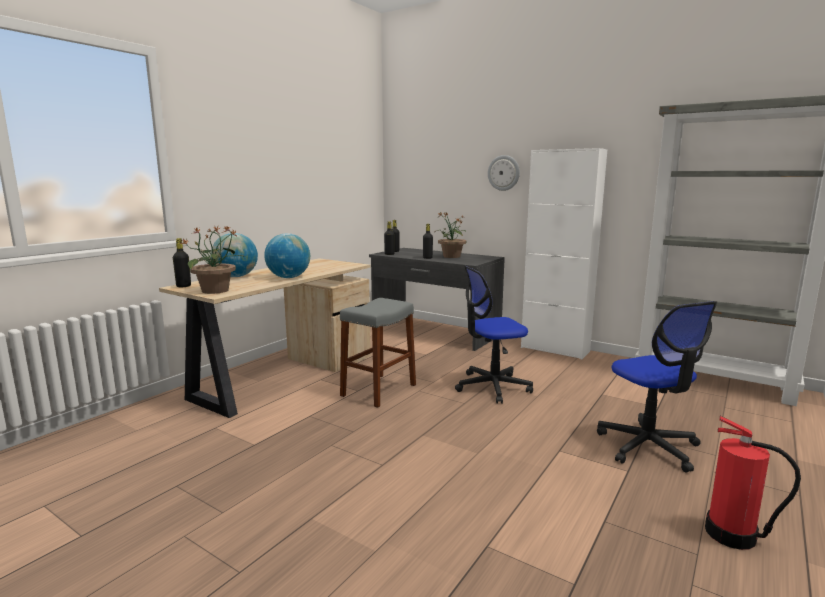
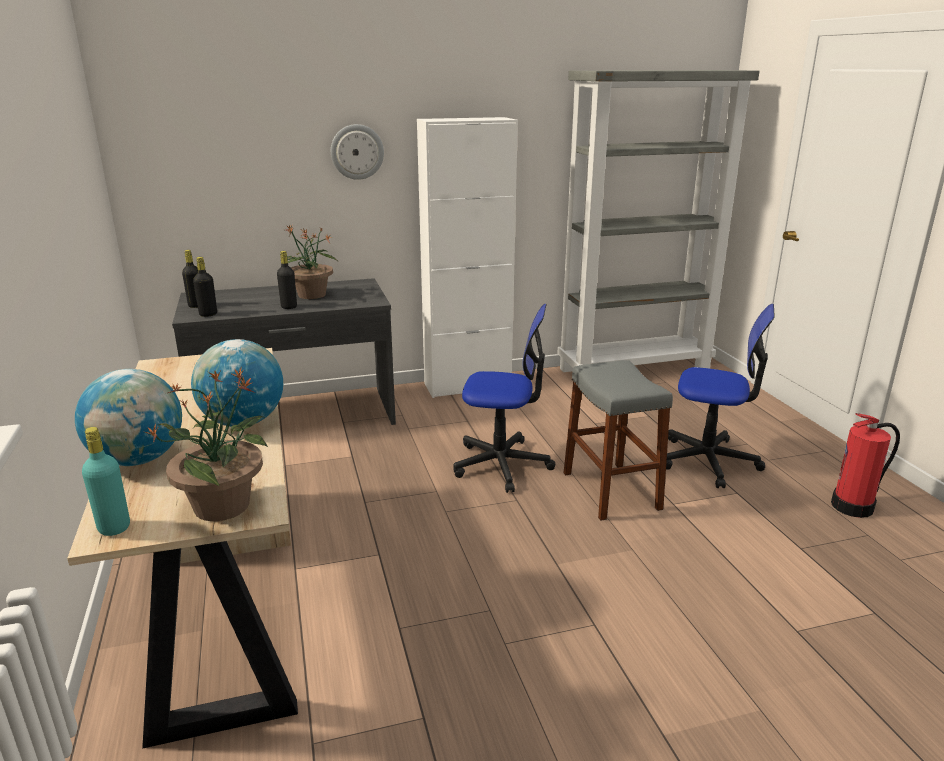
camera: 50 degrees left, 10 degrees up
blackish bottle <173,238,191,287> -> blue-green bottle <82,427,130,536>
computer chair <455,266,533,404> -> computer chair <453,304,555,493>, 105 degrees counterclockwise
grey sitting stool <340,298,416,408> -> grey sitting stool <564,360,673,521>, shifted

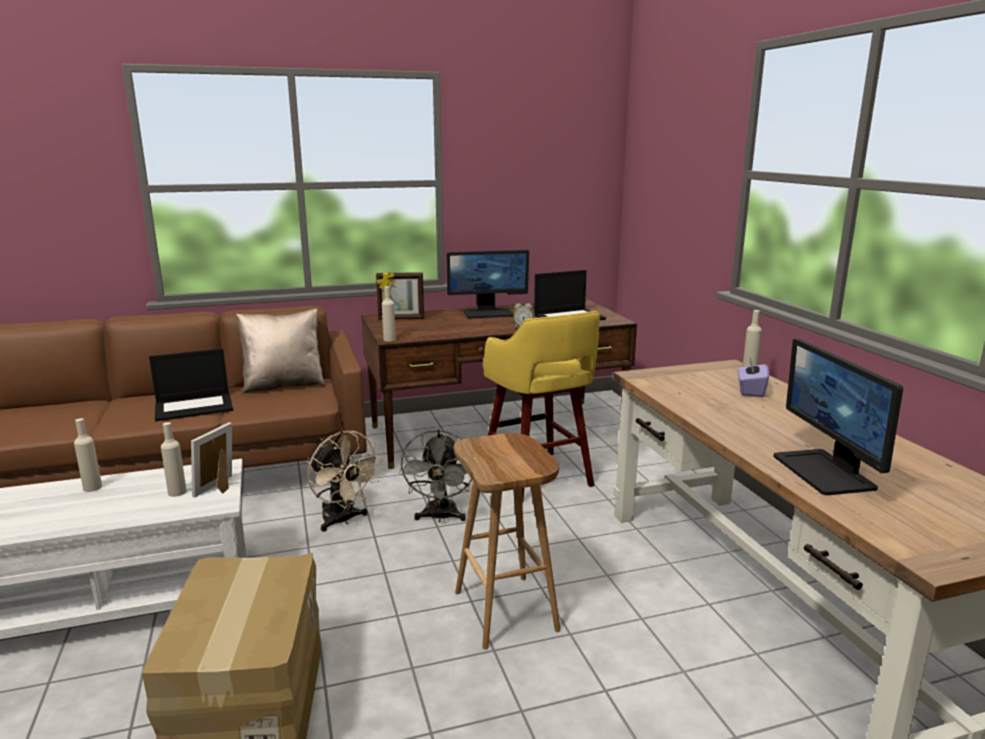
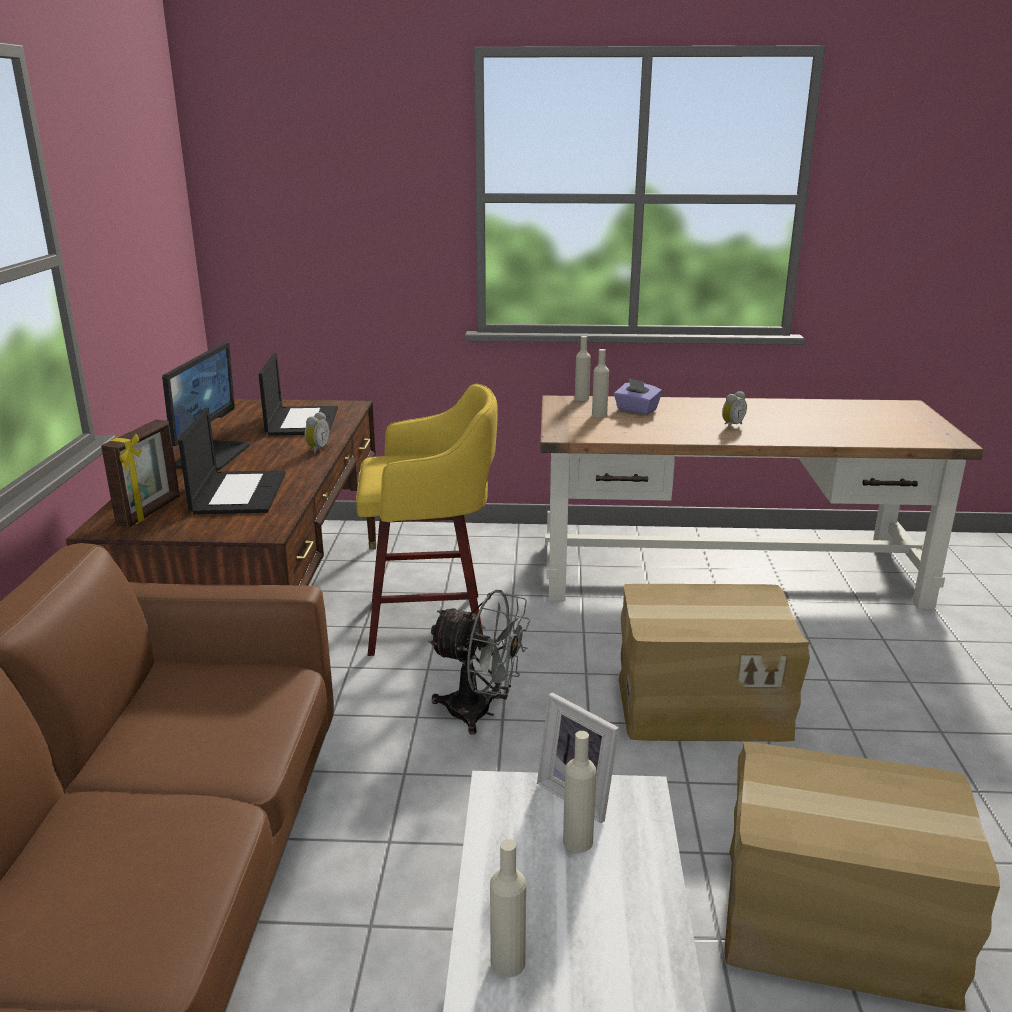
camera: 70 degrees left, 5 degrees up
beige-coloured bottle <382,286,396,342> -> beige-coloured bottle <592,349,609,418>, shifted
beige-coloured pillow <236,309,325,394> -> none
computer screen <773,338,903,495> -> none
notebook computer <149,348,233,421> -> notebook computer <178,408,286,514>, shifted
beige-coloured electric fan <308,431,383,532> -> none
brown sitting stool <454,433,561,650> -> cardboard box <619,584,810,742>
none -> bedside clock <722,391,747,429>

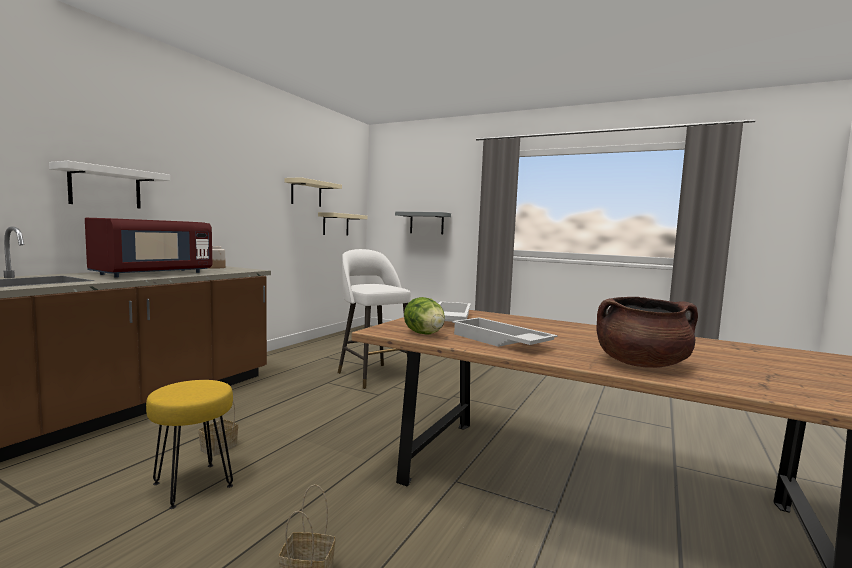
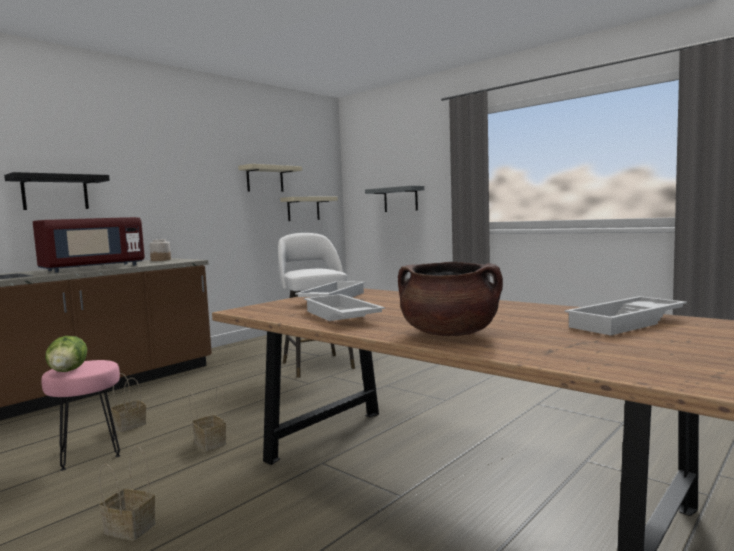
camera: 15 degrees right, 0 degrees up
white-coloured bracket shelf <49,161,170,208> -> blackish bracket shelf <4,172,110,210>
head of lettuce <404,297,445,335> -> head of lettuce <45,336,87,372>, shifted
yellow-coloured sitting stool <146,380,233,509> -> pinkish sitting stool <41,360,121,471>
none -> white-coloured serving tray <565,296,687,335>
none -> household basket <189,385,226,451>

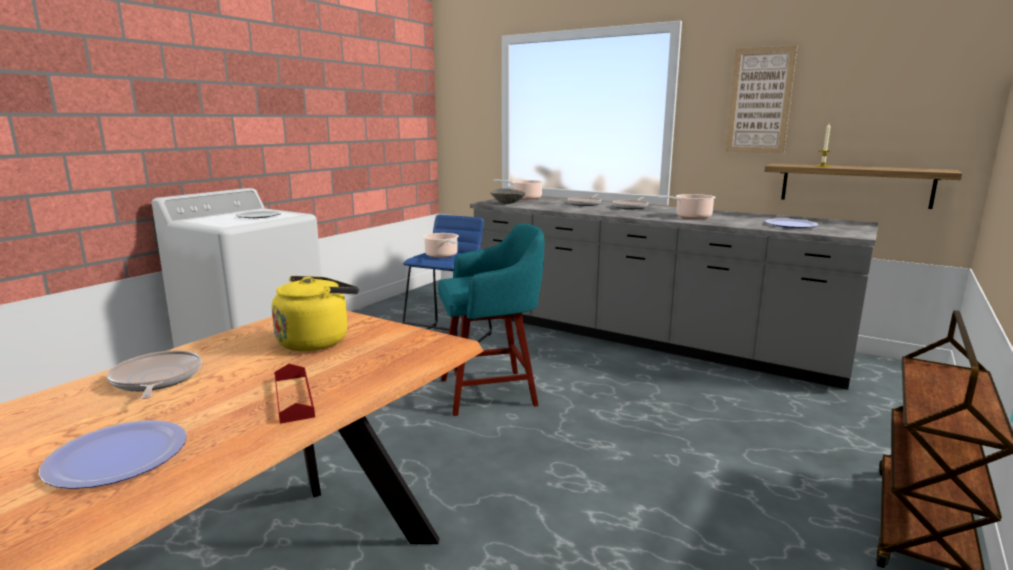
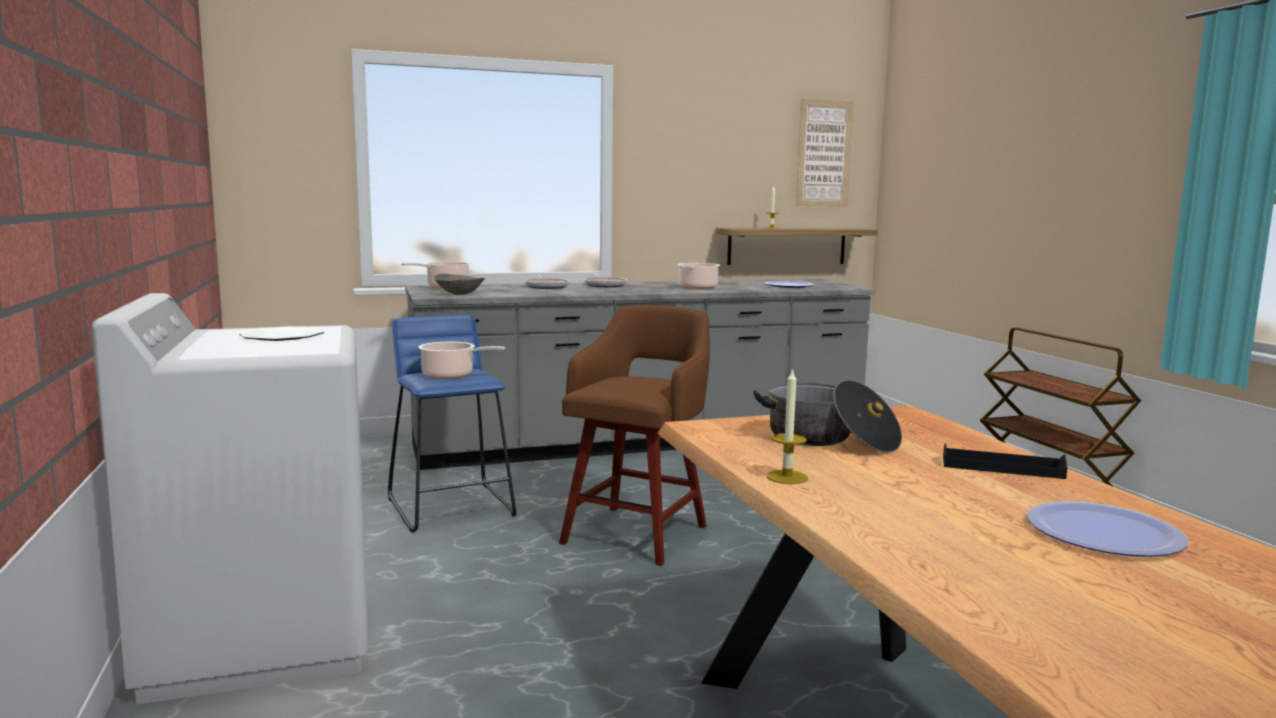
camera: 50 degrees left, 5 degrees down
picture <725,45,798,154> -> picture <796,98,854,207>, shifted
blue-green sitting stool <438,224,544,416> -> brown sitting stool <559,305,710,566>
yellow-coloured tea kettle <272,276,359,351> -> saucepot <753,380,902,453>
skillet <107,350,202,399> -> none
red serving tray <274,364,315,424> -> blackish serving tray <943,443,1068,479>
none -> candle <766,368,808,484>

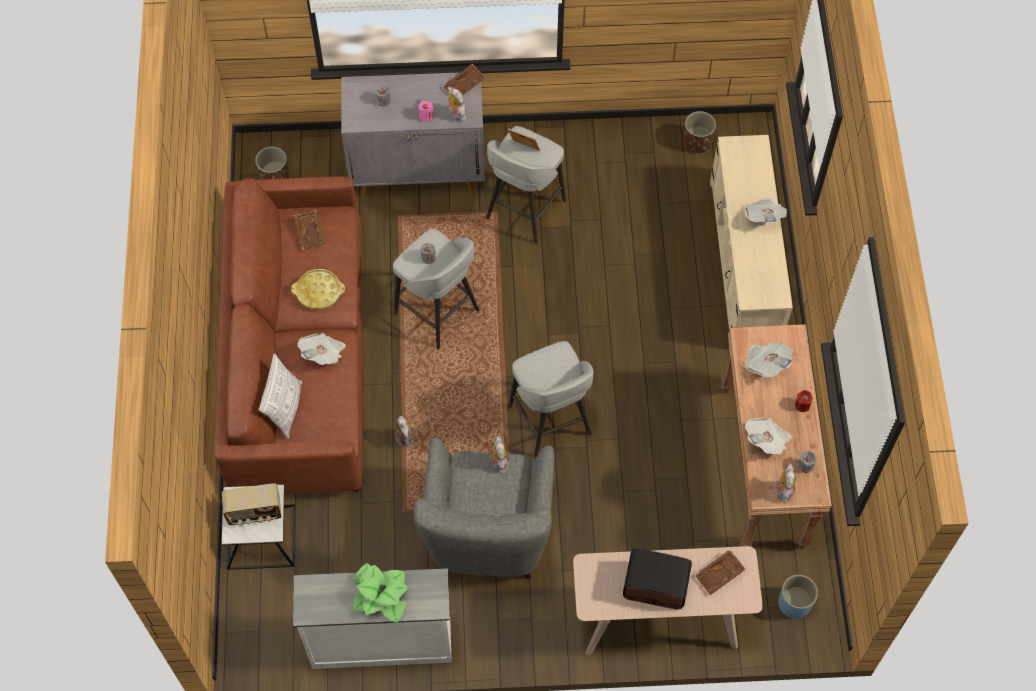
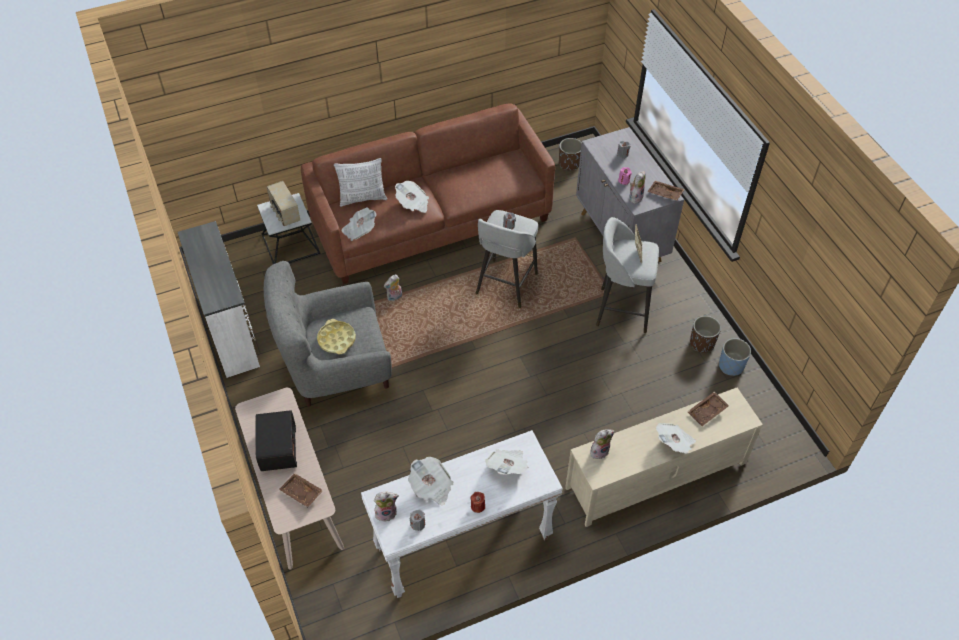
camera: 70 degrees right, 10 degrees down
brown plant pot <683,111,716,153> -> brown plant pot <690,316,721,353>, shifted
brown serving tray <294,210,325,250> -> brown serving tray <688,392,729,426>, shifted
yellow-coloured serving tray <291,269,345,309> -> yellow-coloured serving tray <317,319,356,355>, shifted
brown console table <721,324,832,548> -> white-coloured console table <361,430,563,598>
grey sitting stool <508,341,593,458> -> none
plush toy <489,435,510,474> -> plush toy <590,430,614,459>, shifted
plant in a pot <353,563,408,623> -> none
blue plant pot <779,575,818,619> -> blue plant pot <719,338,751,376>, shifted
none -> newspaper <342,207,377,241>

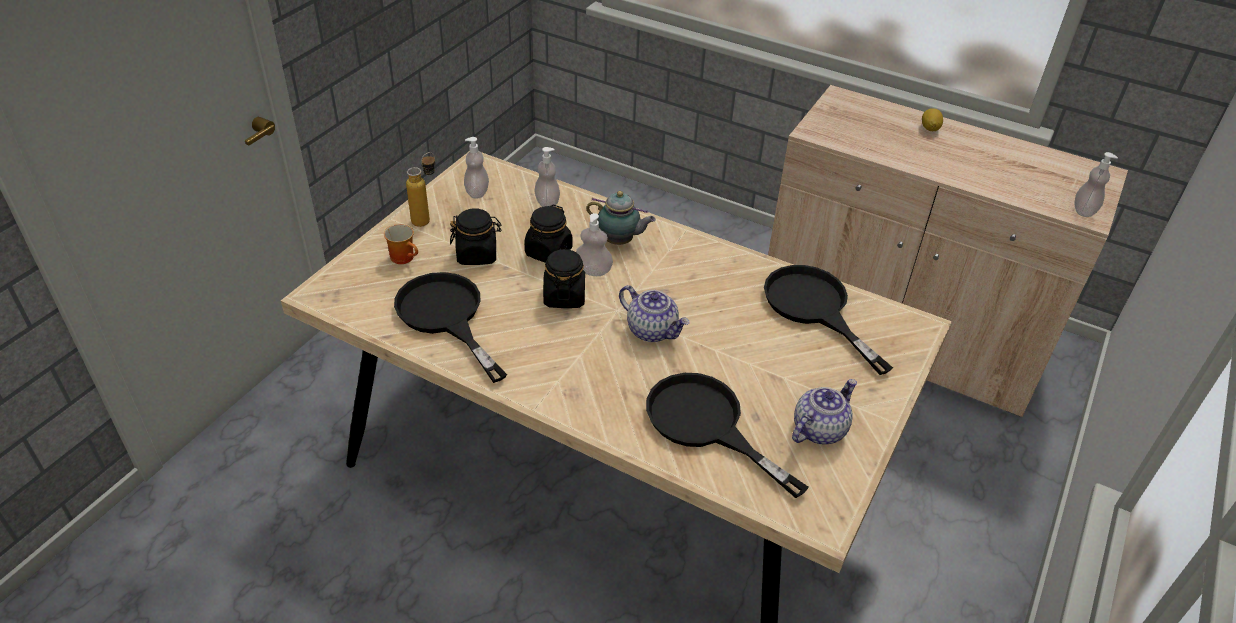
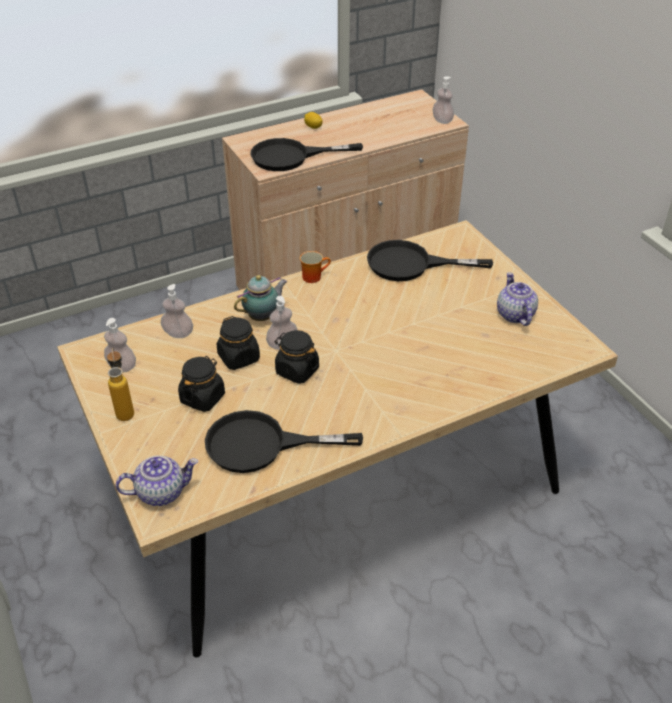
camera: 55 degrees left, 0 degrees up
tea mug <384,224,418,264> -> tea mug <300,251,331,283>, shifted
tea pot <619,285,689,342> -> tea pot <116,455,198,506>, shifted
blackish skillet <646,373,809,498> -> blackish skillet <250,138,363,171>, shifted

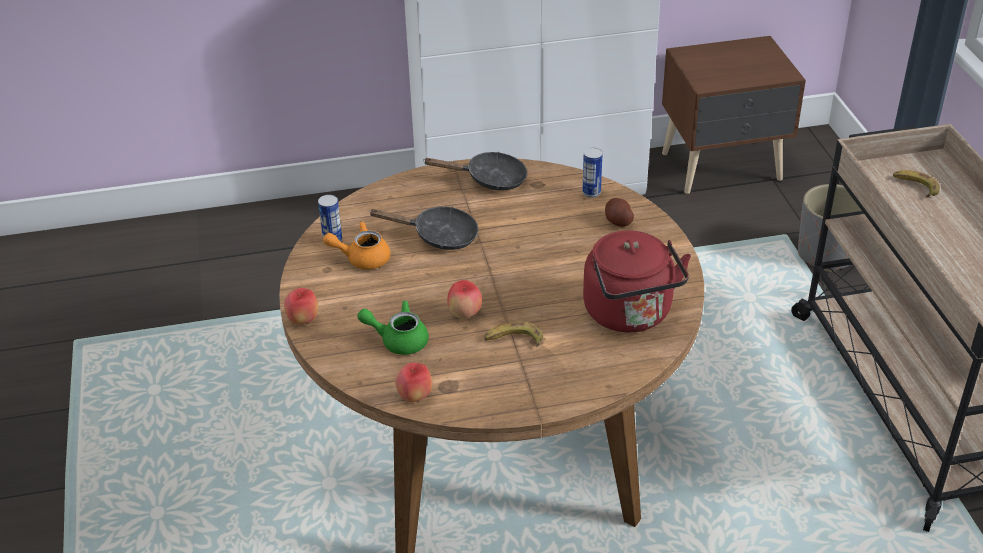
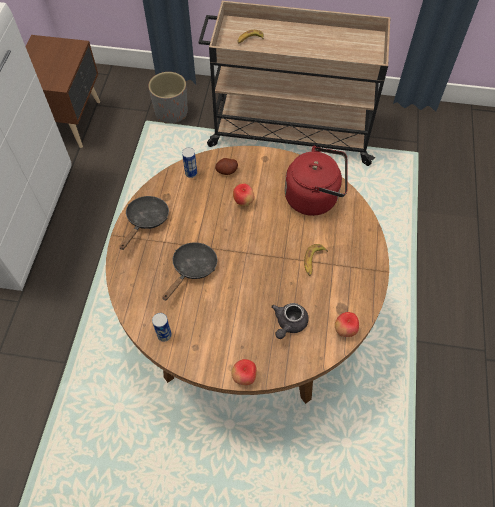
camera: 70 degrees left, 20 degrees up
orange-coloured tea pot <323,221,391,269> -> none
apple fruit <447,280,482,319> -> apple fruit <233,184,254,206>, shifted
green tea pot <357,300,429,355> -> grey tea pot <271,303,309,339>

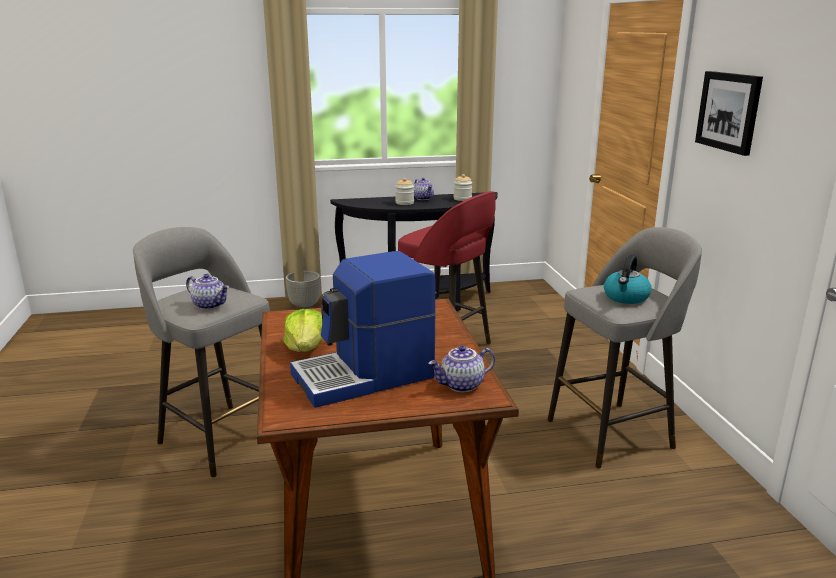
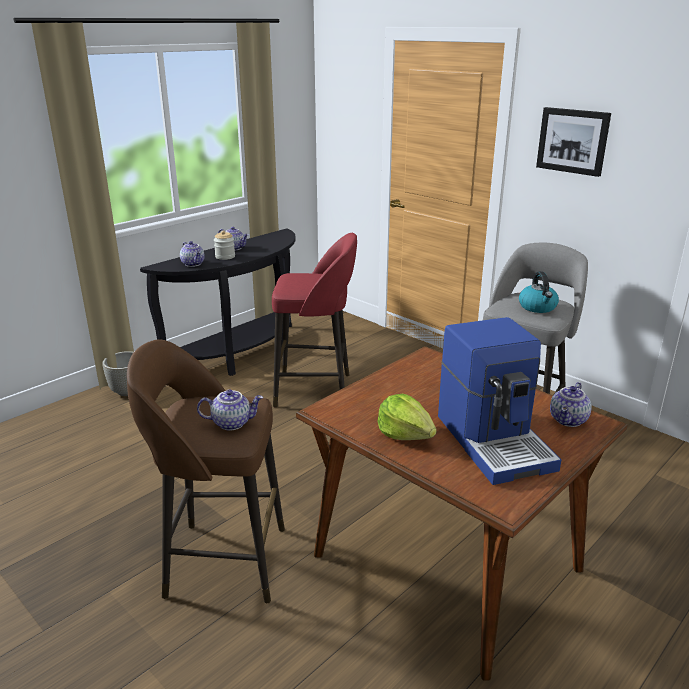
camera: 35 degrees left, 5 degrees up
jar <454,174,472,201> -> none
grey sitting stool <133,227,270,478> -> brown sitting stool <127,339,285,603>
coffee brewer <290,251,436,408> -> coffee brewer <438,317,561,485>, 45 degrees counterclockwise
none -> tea pot <180,241,205,267>

